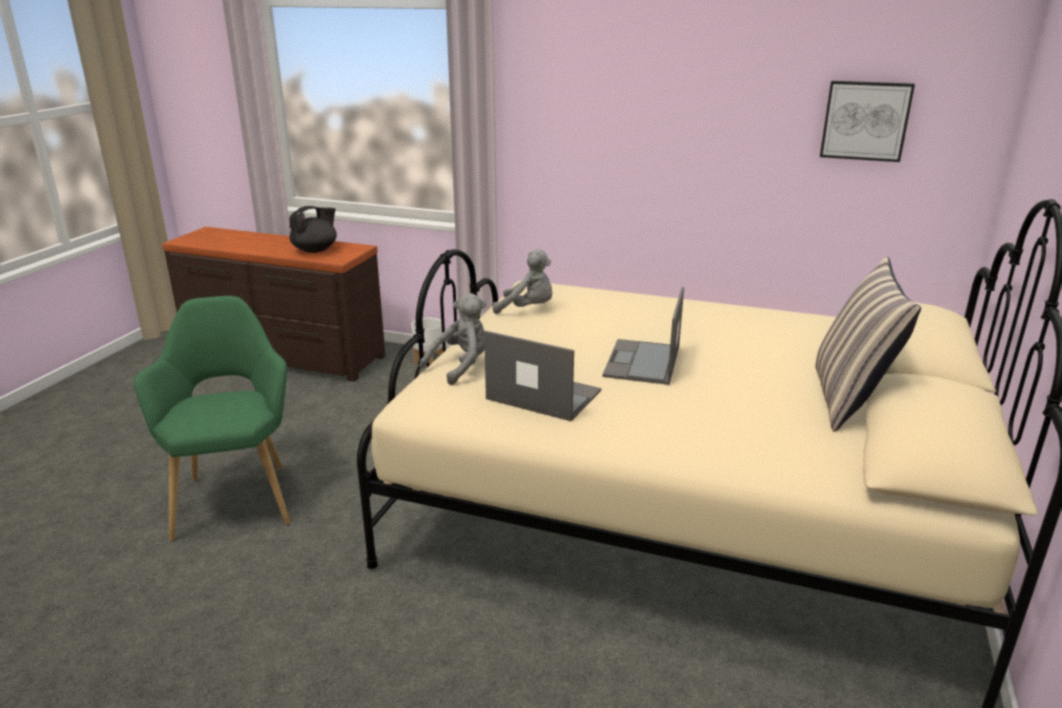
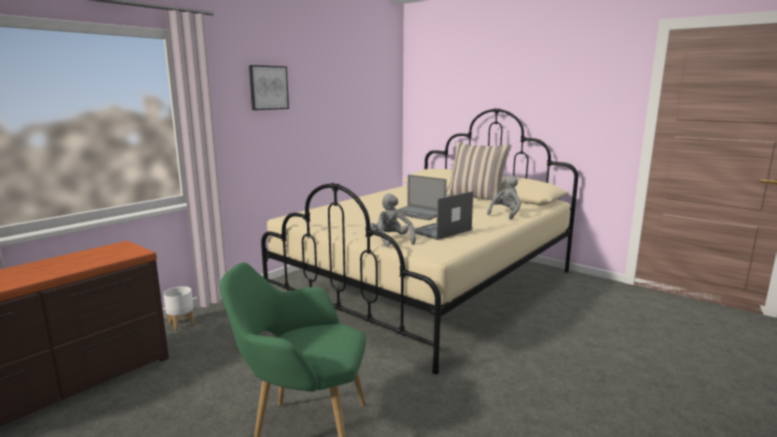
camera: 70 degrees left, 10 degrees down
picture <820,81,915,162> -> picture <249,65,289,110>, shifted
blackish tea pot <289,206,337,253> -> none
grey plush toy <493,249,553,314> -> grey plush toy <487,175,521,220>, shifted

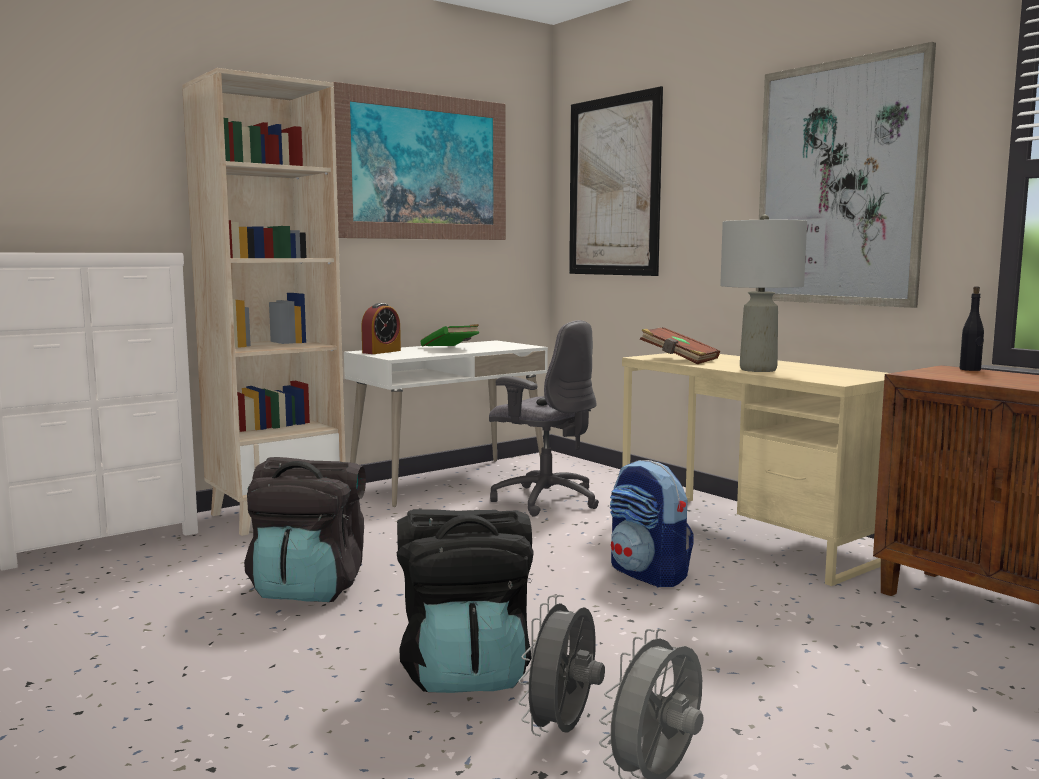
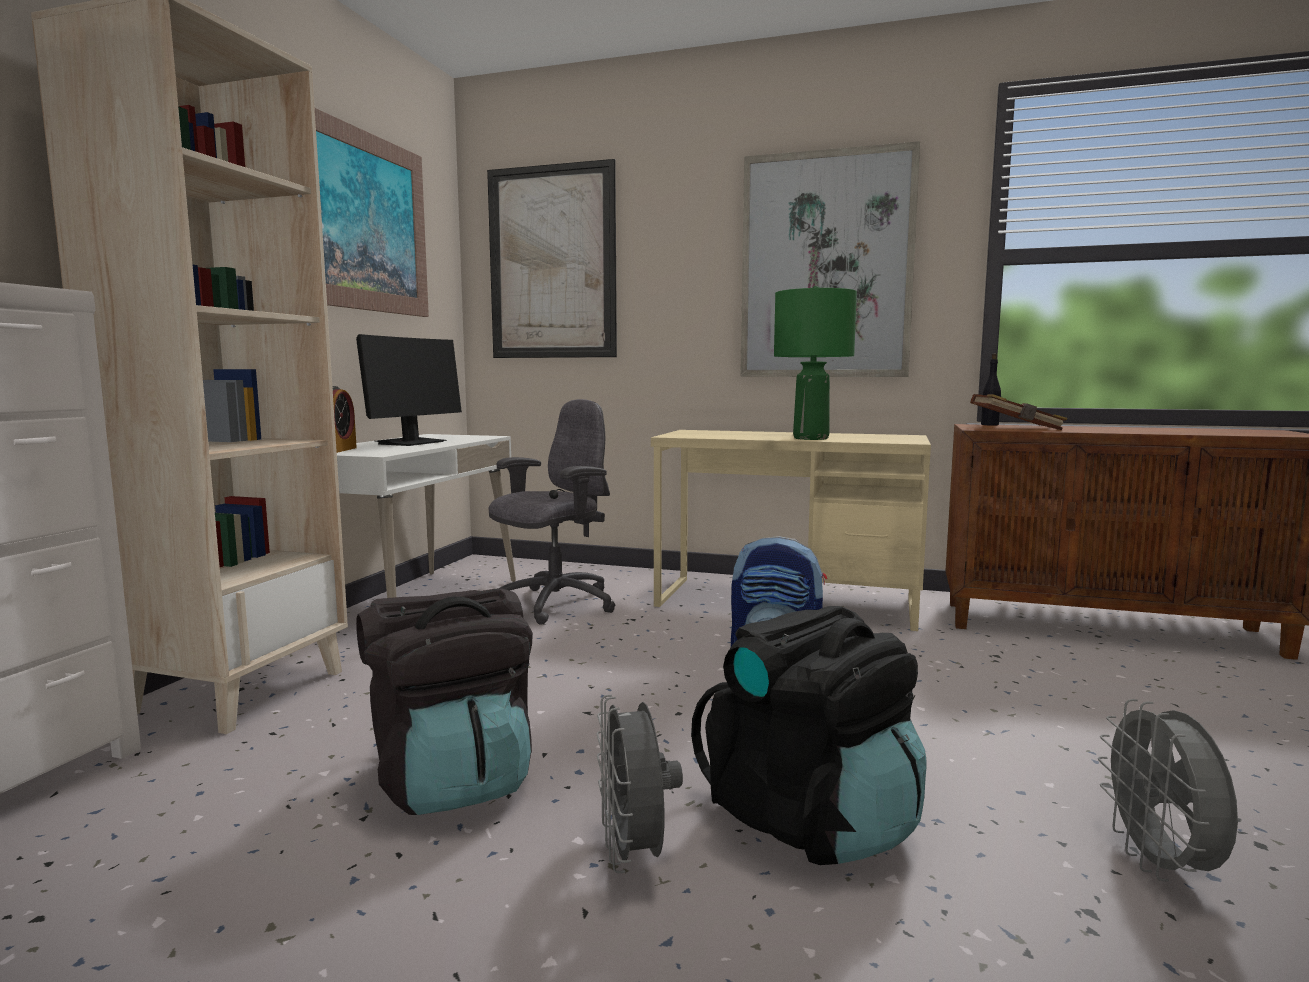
camera: 35 degrees left, 0 degrees up
grey lamp for a table <720,215,807,372> -> green lamp for a table <774,286,857,440>
grey computer chair <489,320,599,517> -> grey computer chair <489,399,615,625>, 45 degrees counterclockwise
green volume <421,324,479,346> -> computer screen <356,334,462,446>
brown volume <640,327,720,364> -> brown volume <970,394,1067,430>, shifted
grey electric fan <518,595,605,736> -> grey electric fan <596,695,683,873>, shifted

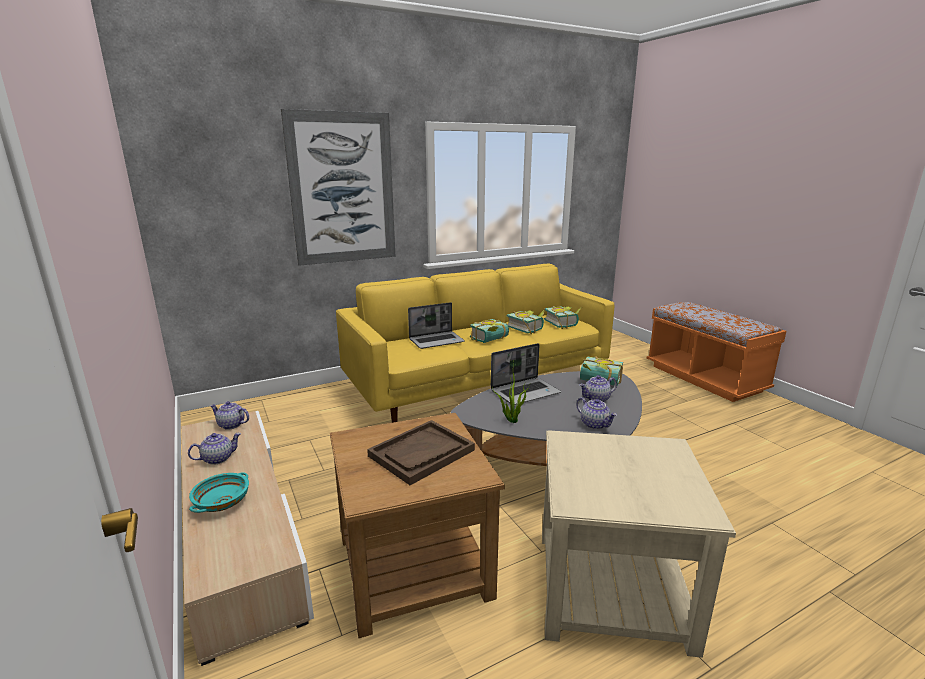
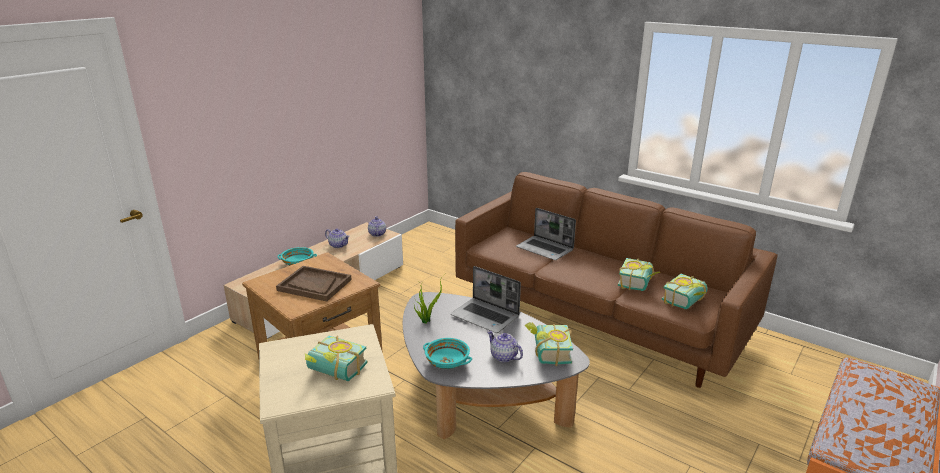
camera: 65 degrees right, 5 degrees up
picture <281,109,396,266> -> none
yellow-coloured sofa <336,263,614,423> -> brown sofa <455,172,778,388>
volume <470,319,509,343> -> volume <304,335,368,381>, shifted
tea pot <576,397,617,429> -> blue-green bowl <423,338,472,369>

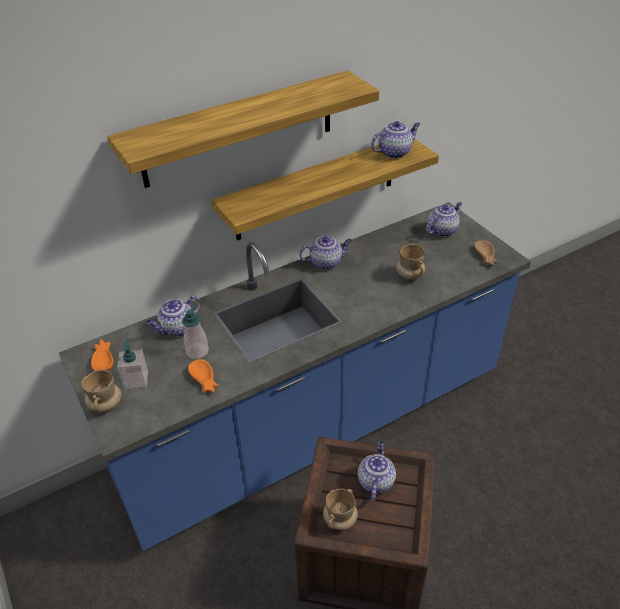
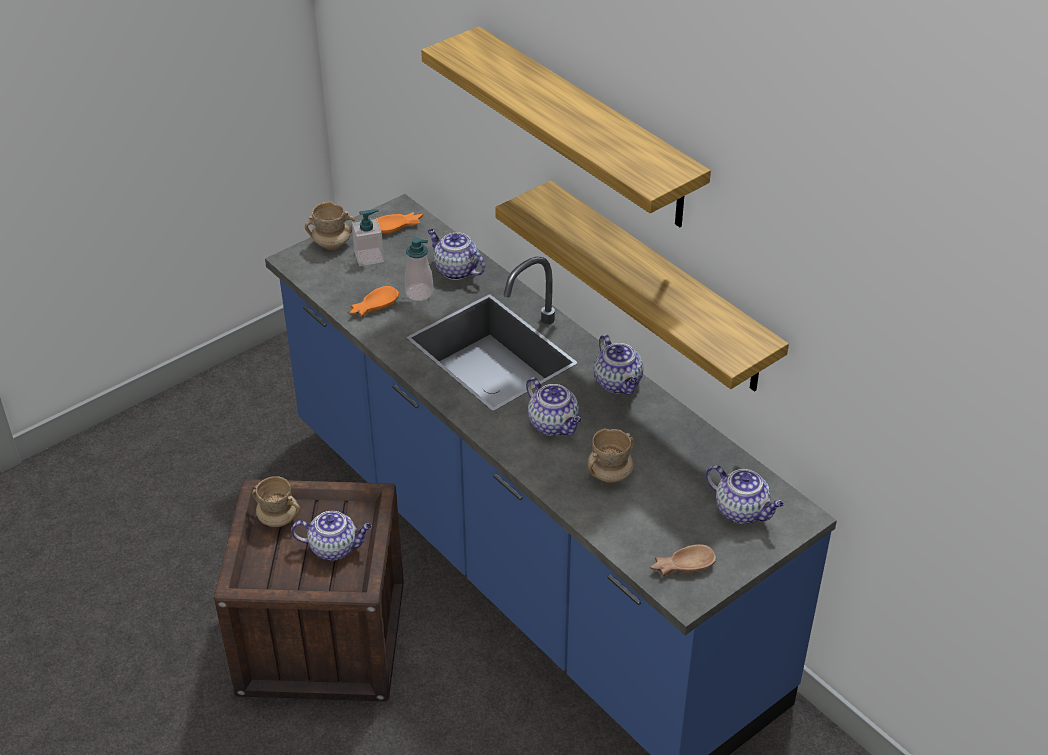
camera: 80 degrees right, 0 degrees up
tea pot <371,121,420,158> -> tea pot <526,377,582,436>, shifted

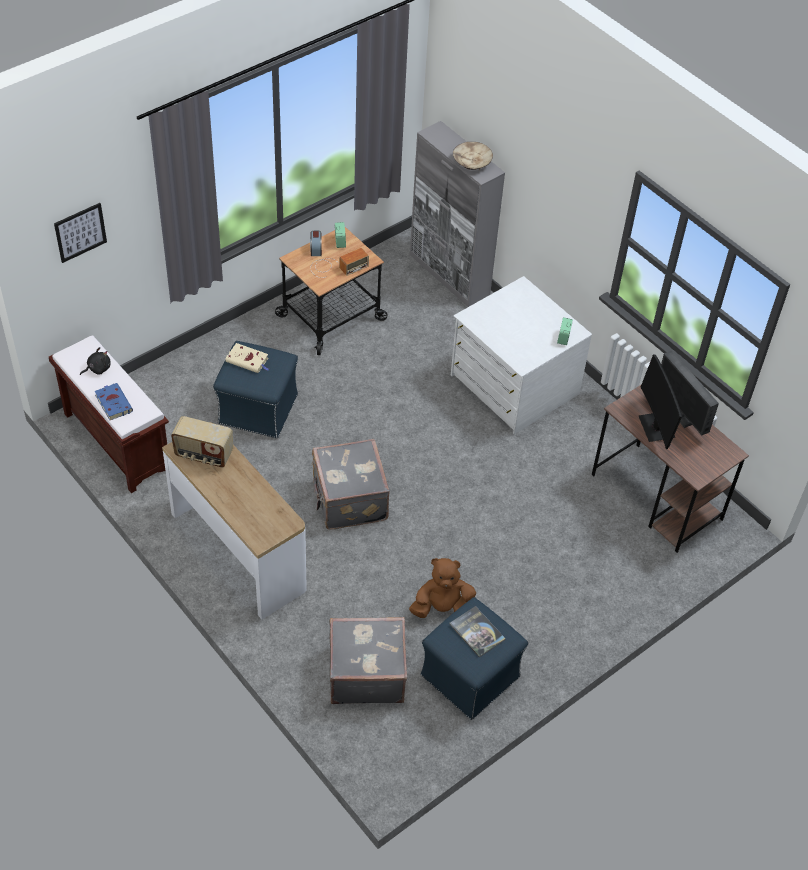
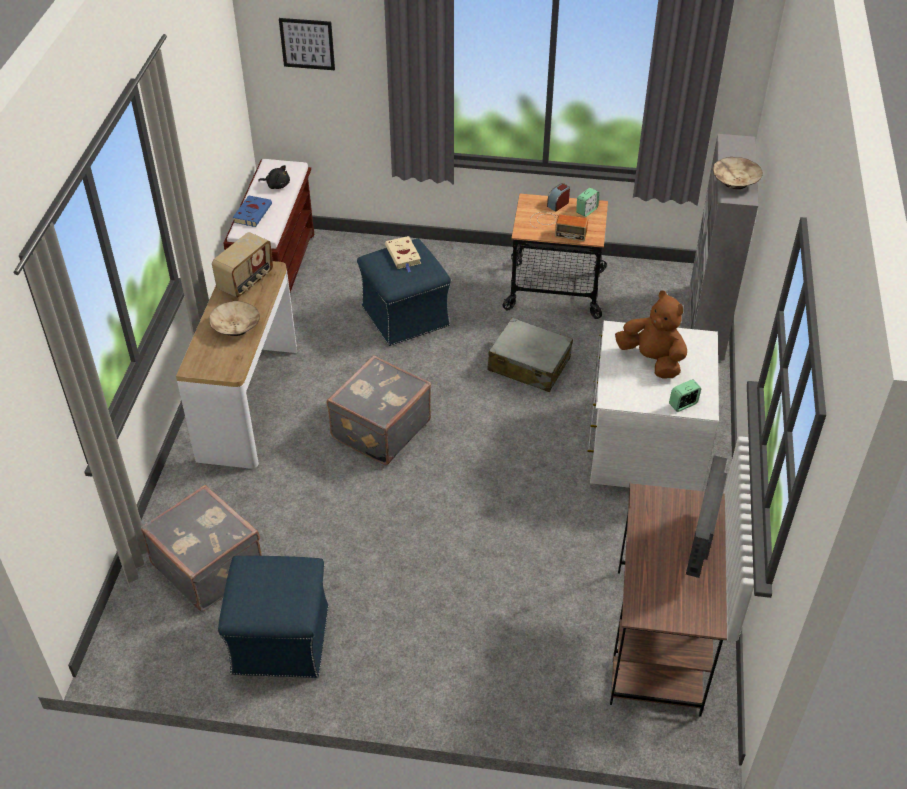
camera: 50 degrees right, 5 degrees down
computer screen <639,354,682,449> -> none
radio receiver <171,416,233,467> -> radio receiver <212,232,273,298>, 120 degrees counterclockwise
brown plush toy <409,558,476,618> -> brown plush toy <615,290,687,379>, shifted
volume <449,606,506,657> -> none
none -> beige-coloured bowl <209,301,260,336>
none -> grey travel case <488,318,573,392>

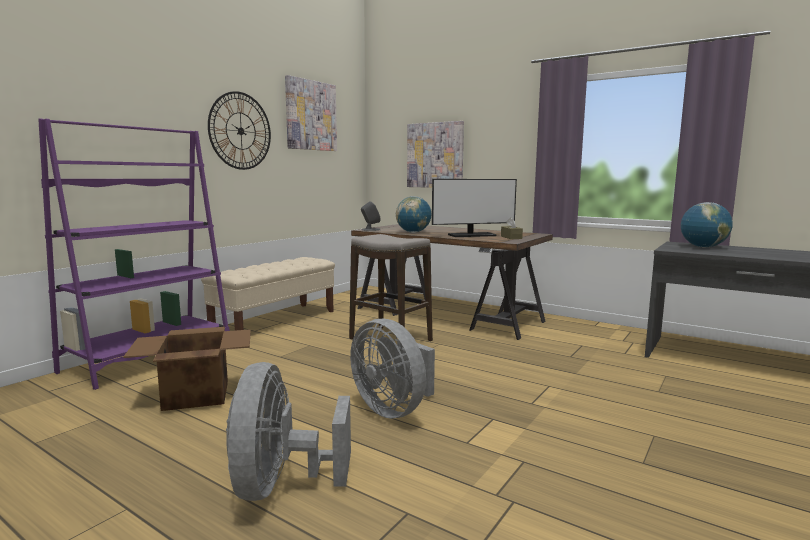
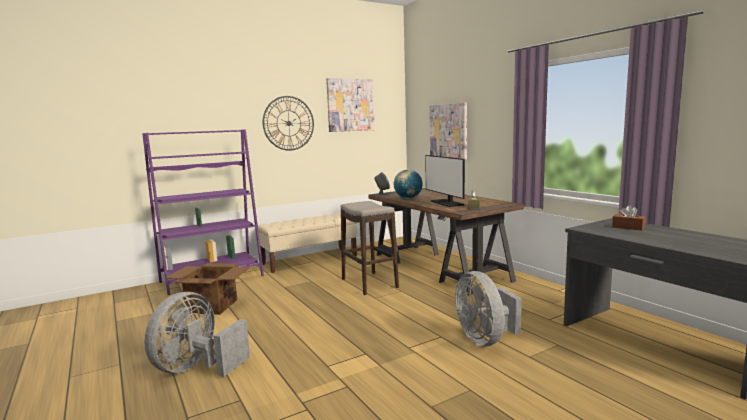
camera: 25 degrees right, 0 degrees up
computer screen <432,179,517,237> -> computer screen <425,155,465,207>, 60 degrees clockwise
globe <681,202,733,248> -> brown tissue box <612,205,646,231>
grey electric fan <350,318,435,419> -> grey electric fan <455,271,522,346>, shifted

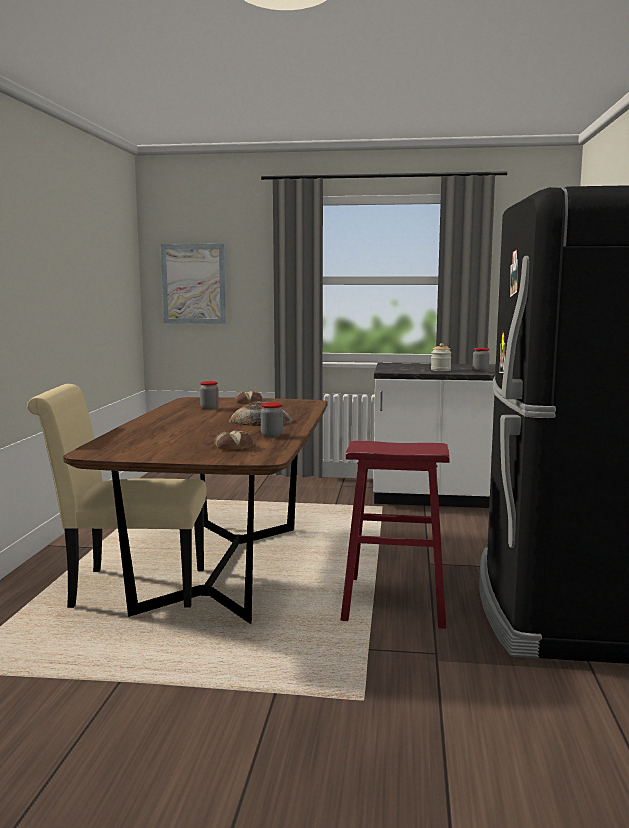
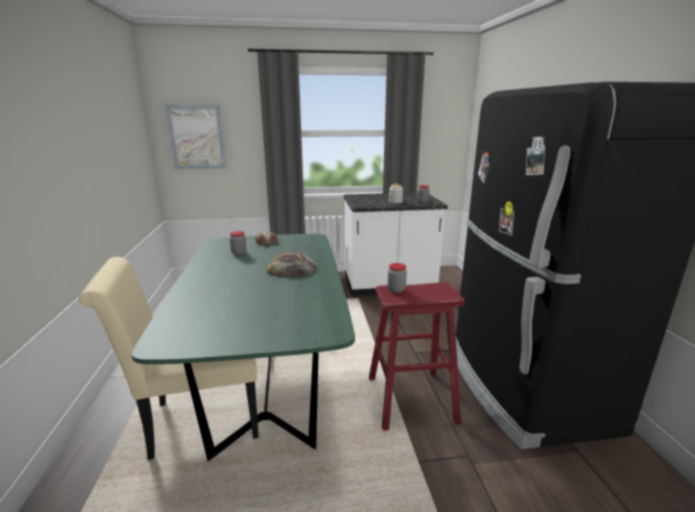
camera: 15 degrees left, 10 degrees up
brown dining table <63,397,328,624> -> green dining table <131,234,355,461>
jar <261,402,283,437> -> jar <388,263,407,293>, shifted
bakery bread <214,430,253,450> -> none

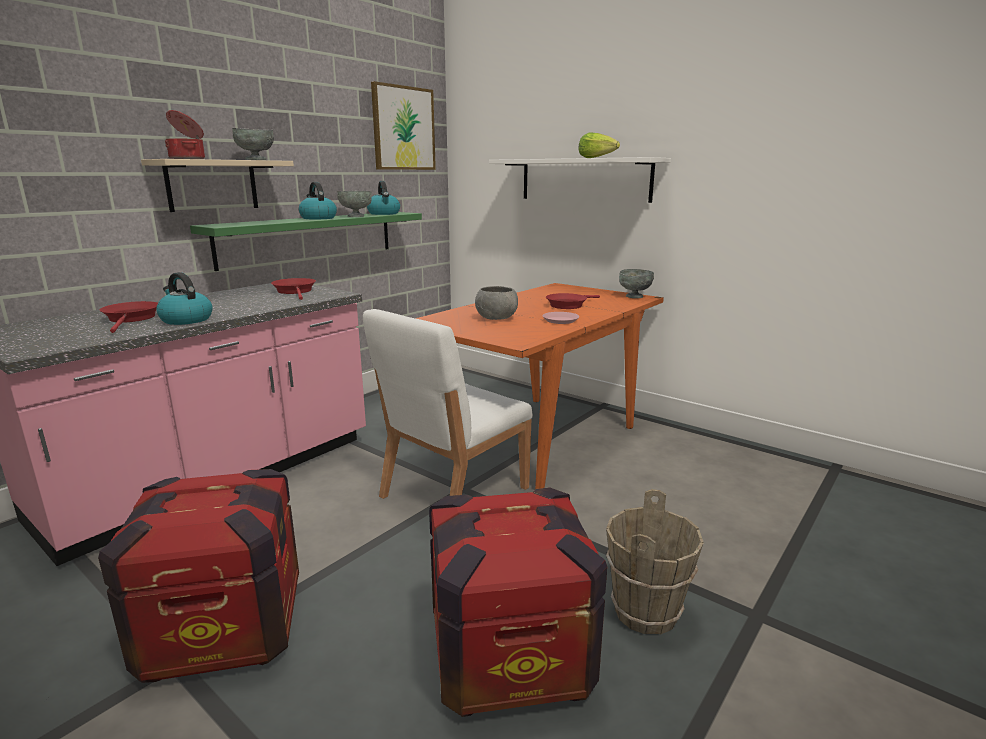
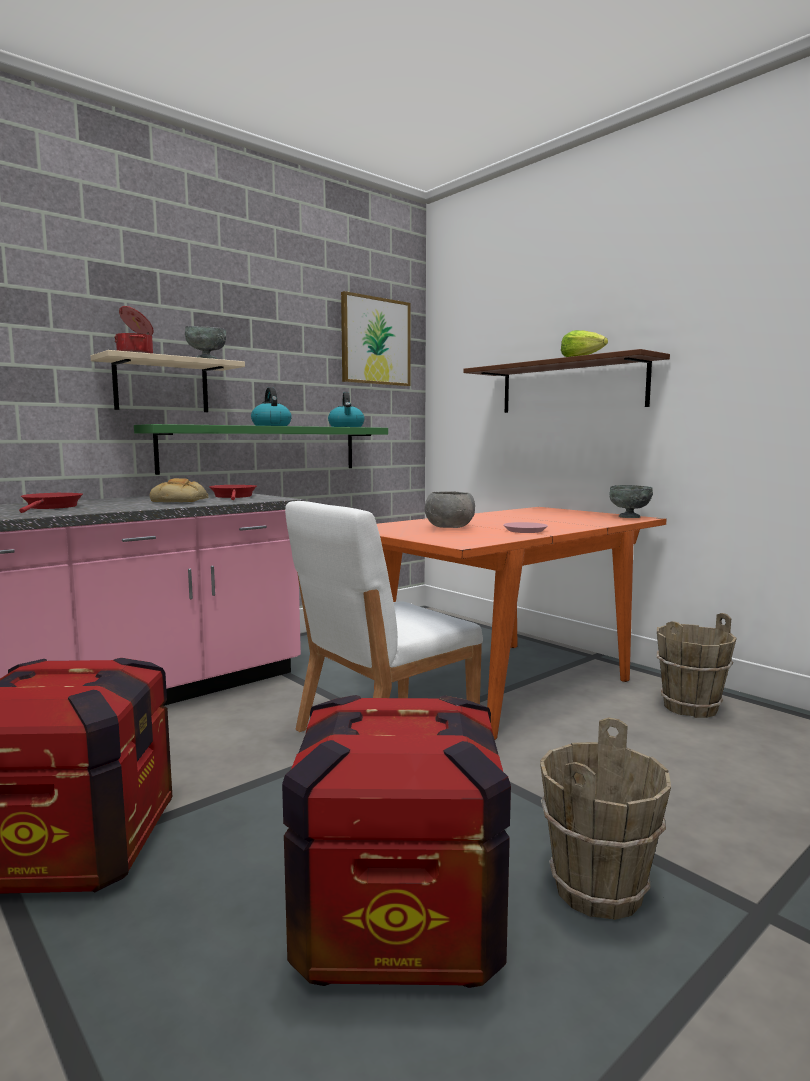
camera: 10 degrees right, 10 degrees down
white-coloured bracket shelf <489,157,671,203> -> brown bracket shelf <463,349,670,413>
grey bowl <337,191,372,217> -> none
tea kettle <156,272,213,325> -> none
red skillet <546,293,600,309> -> none
none -> bakery bread <150,478,209,502>
none -> brown pail <656,613,737,718>

